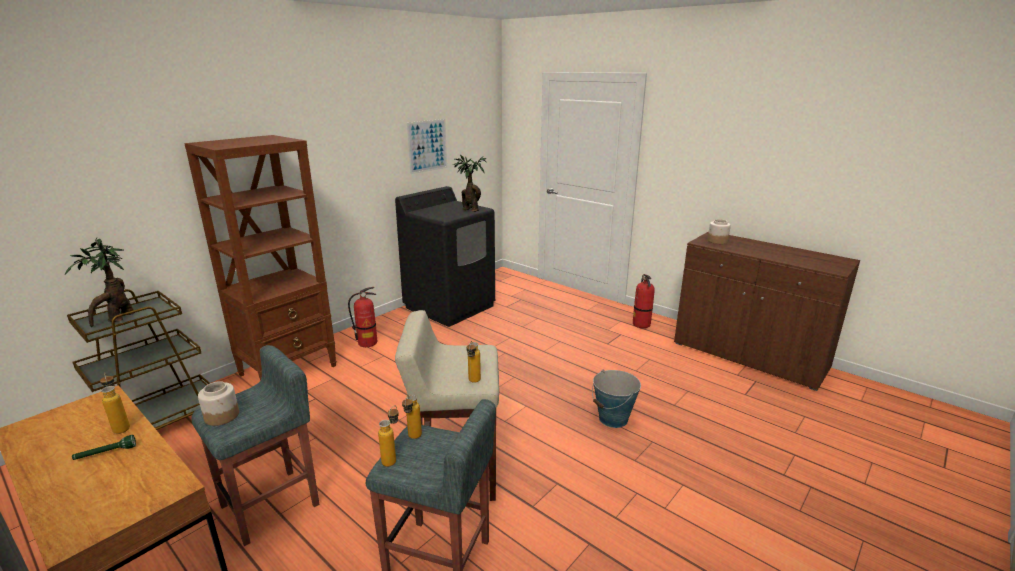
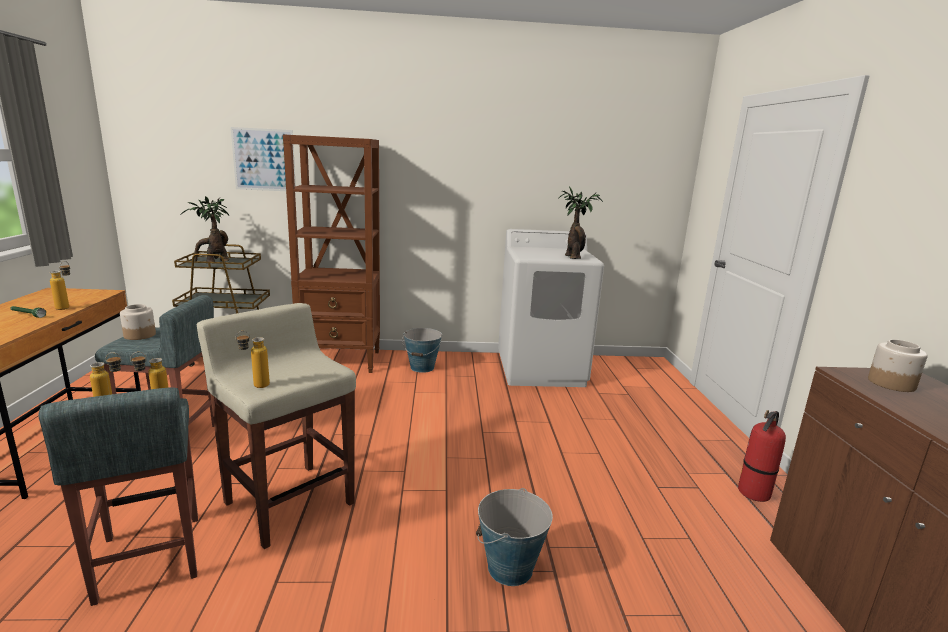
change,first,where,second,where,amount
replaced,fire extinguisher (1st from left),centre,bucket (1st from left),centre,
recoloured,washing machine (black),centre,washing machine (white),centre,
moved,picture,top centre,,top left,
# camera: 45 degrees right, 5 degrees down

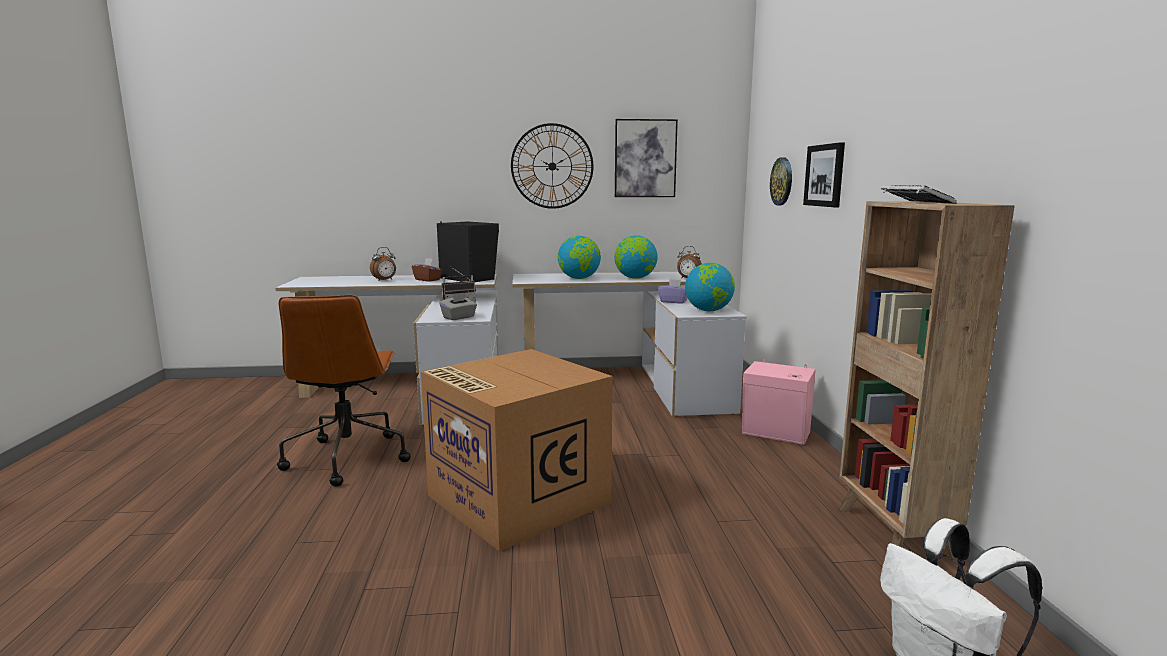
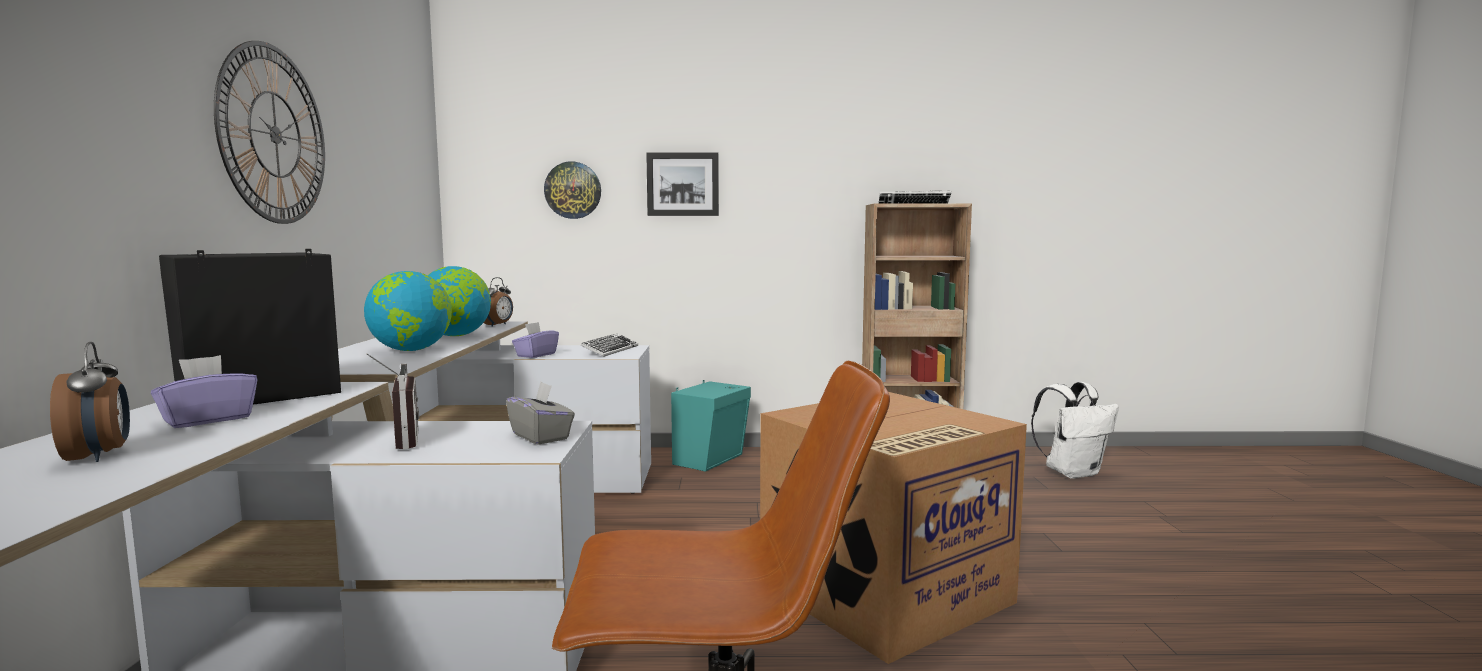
change,first,where,second,where,amount
recoloured,tissue box (brown),centre,tissue box (purple) (1st from left),middle left,
removed,picture (1st from left),top centre,,,
replaced,globe (3rd from left),centre,keyboard (1st from left),centre,
recoloured,speaker (pink),middle right,speaker (turquoise),centre,
# camera: 85 degrees left, 5 degrees down

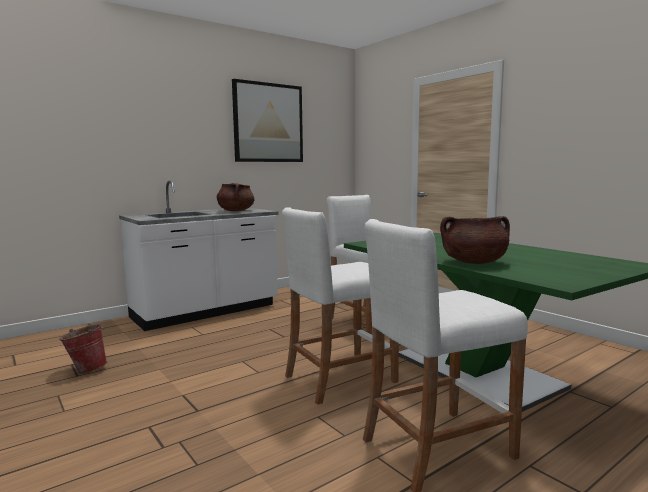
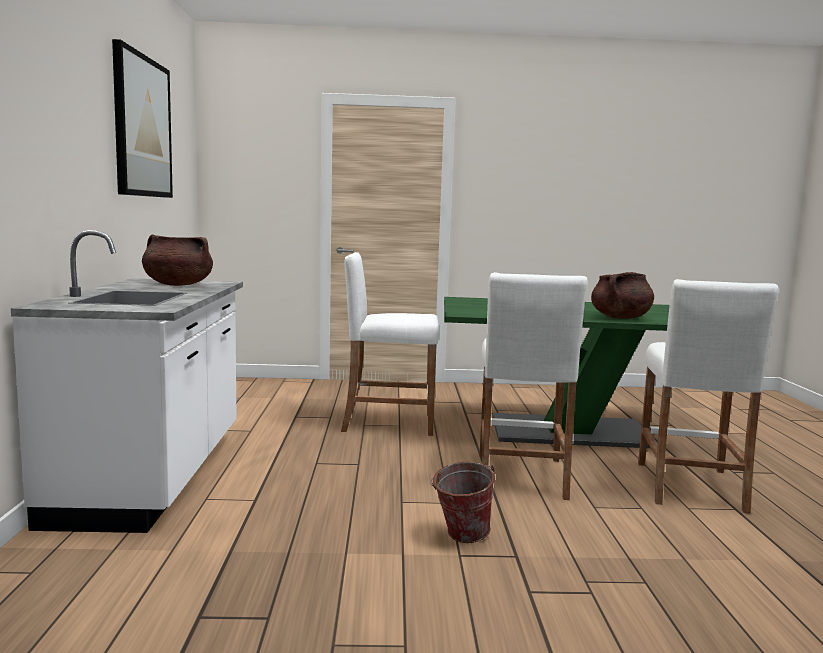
change,first,where,second,where,amount
moved,bucket,bottom left,,bottom centre,
# camera: 55 degrees left, 0 degrees up

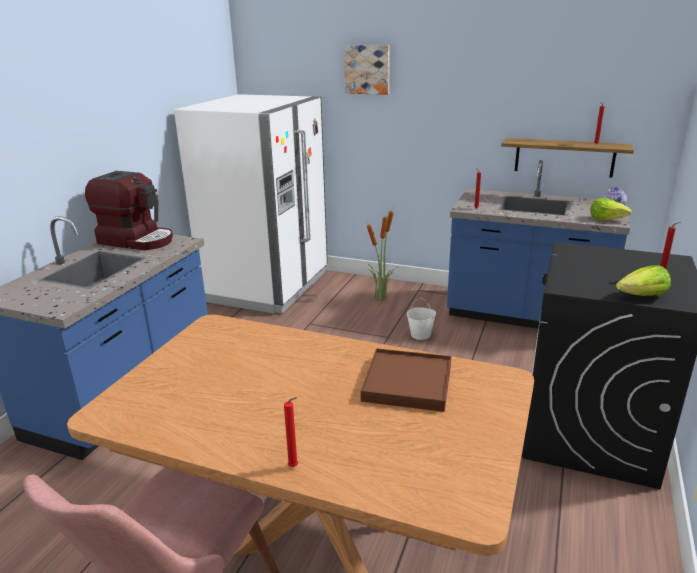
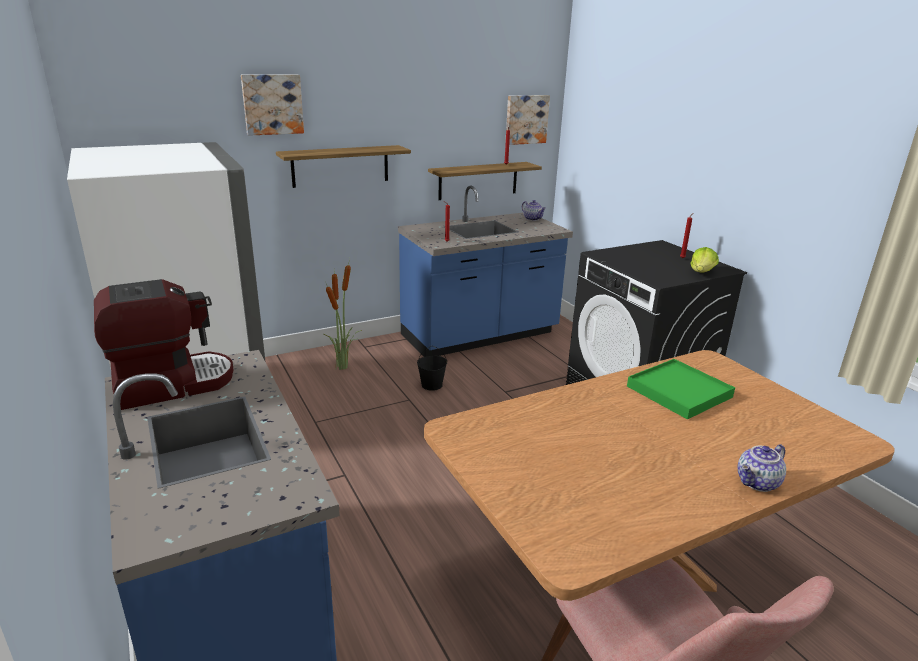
change,first,where,second,where,amount
replaced,candle (red) (1st from left),bottom centre,teapot (2nd from left),bottom right,
recoloured,tray (brown),centre,tray (green),middle right,
recoloured,bucket (white),centre,bucket (black),centre,
removed,lettuce (1st from left),middle right,,,
added,,,shelf (1st from left),top centre,
added,,,picture (2nd from left),top centre,
# camera: 50 degrees left, 0 degrees up

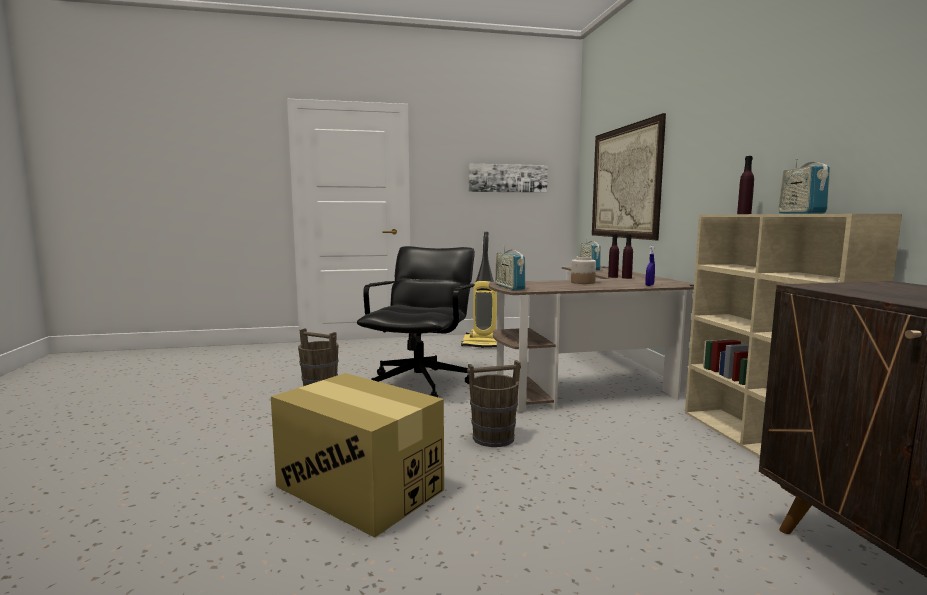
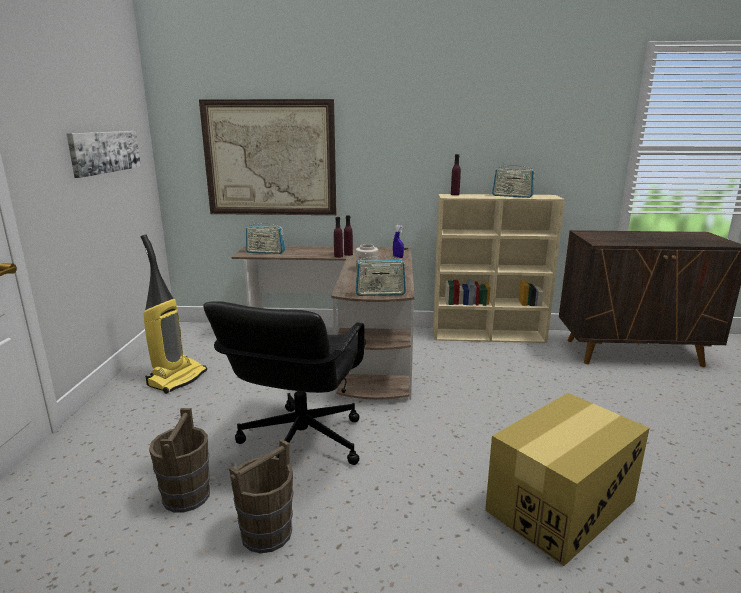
change,first,where,second,where,amount
turned,office chair (black),centre,,centre,105 degrees counterclockwise
moved,bucket (brown) (2nd from left in the first image),bottom centre,bucket (brown) (1st from left),bottom left,
# camera: 75 degrees left, 10 degrees up

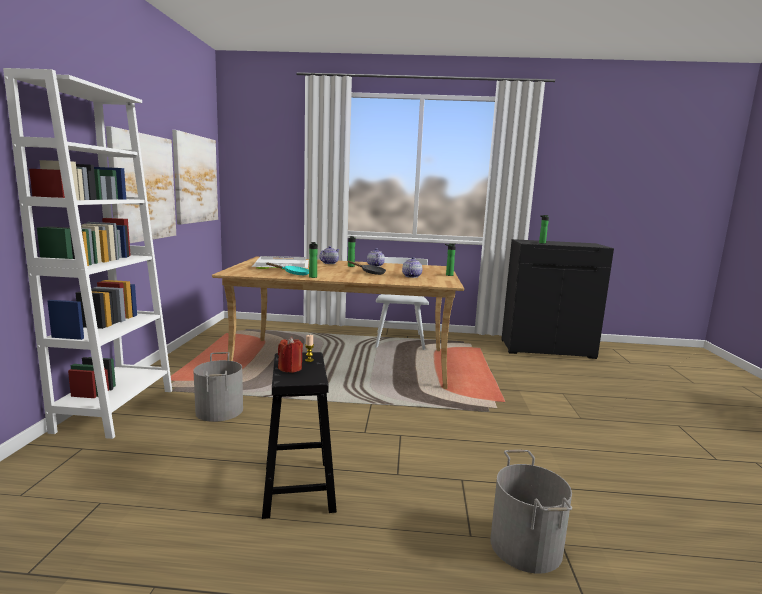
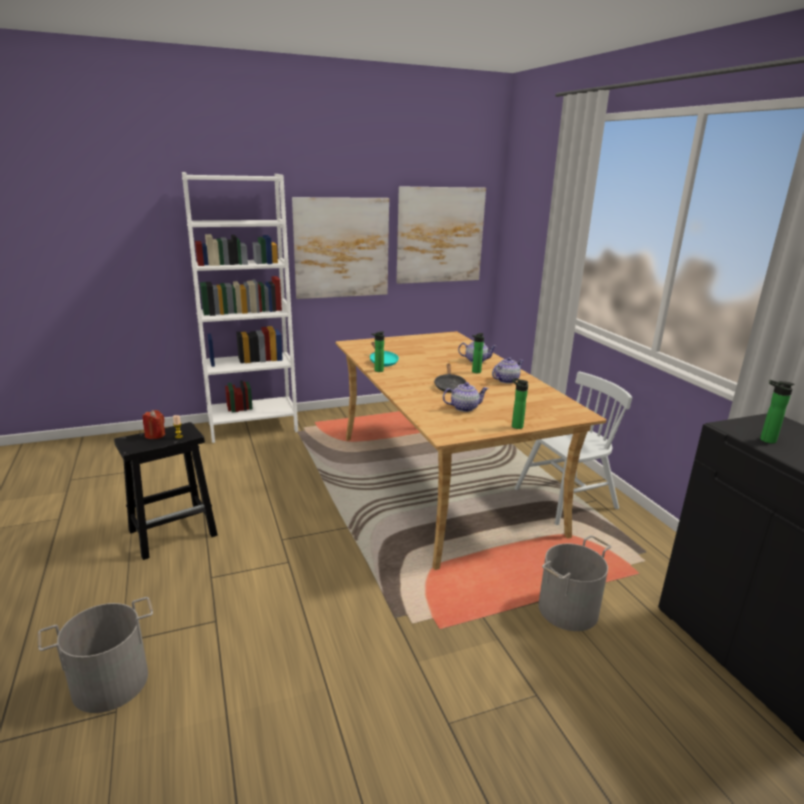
change,first,where,second,where,amount
moved,bucket (grey) (1st from left in the first image),middle left,bucket (grey) (2nd from left),bottom right,
removed,tray (white),centre,,,
# camera: 65 degrees right, 10 degrees up

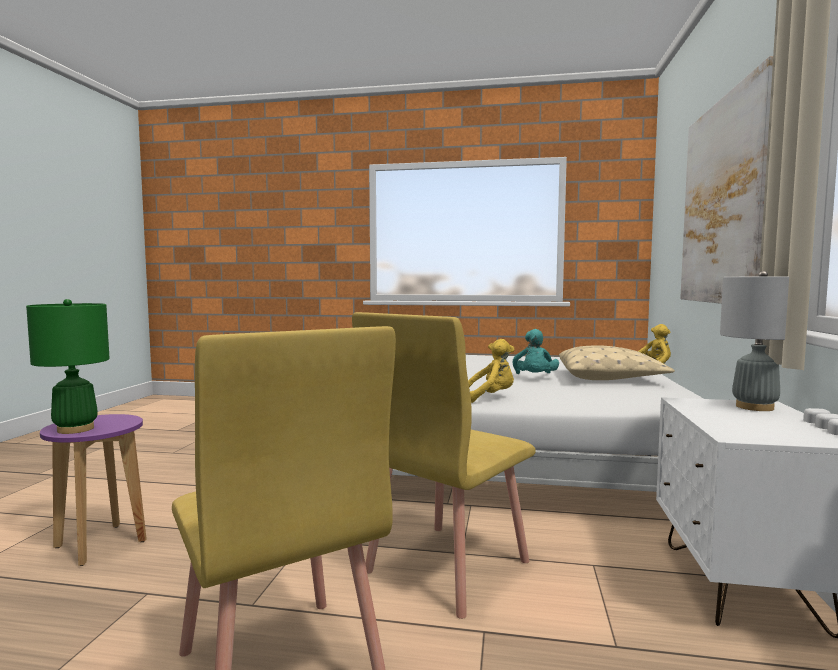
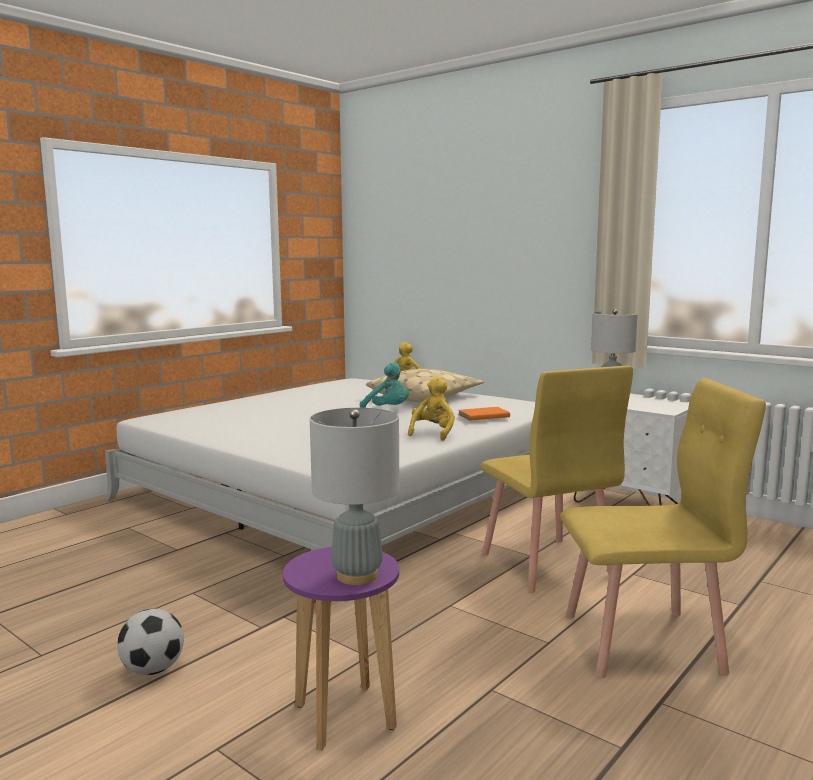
change,first,where,second,where,amount
recoloured,table lamp (green),middle left,table lamp (grey) (1st from left),centre,
removed,picture,top right,,,
added,,,football,bottom left,
added,,,book (orange),centre,
# camera: 60 degrees left, 5 degrees up

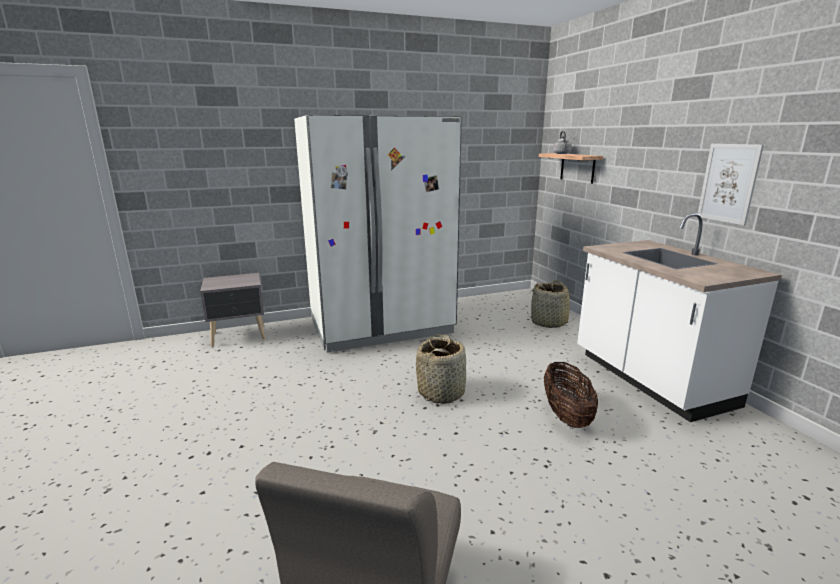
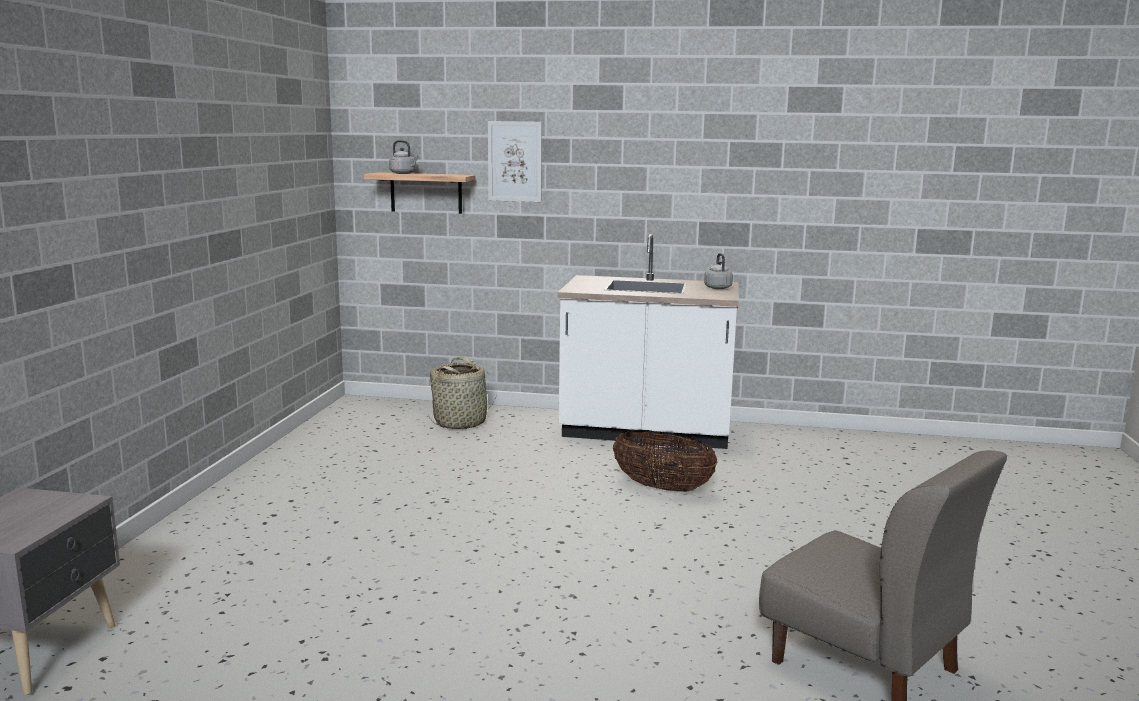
change,first,where,second,where,amount
removed,fridge (white),centre,,,
removed,basket (1st from left),centre,,,
moved,picture,top right,,top centre,
added,,,kettle (grey) (2nd from left),centre,
# camera: 60 degrees left, 5 degrees down

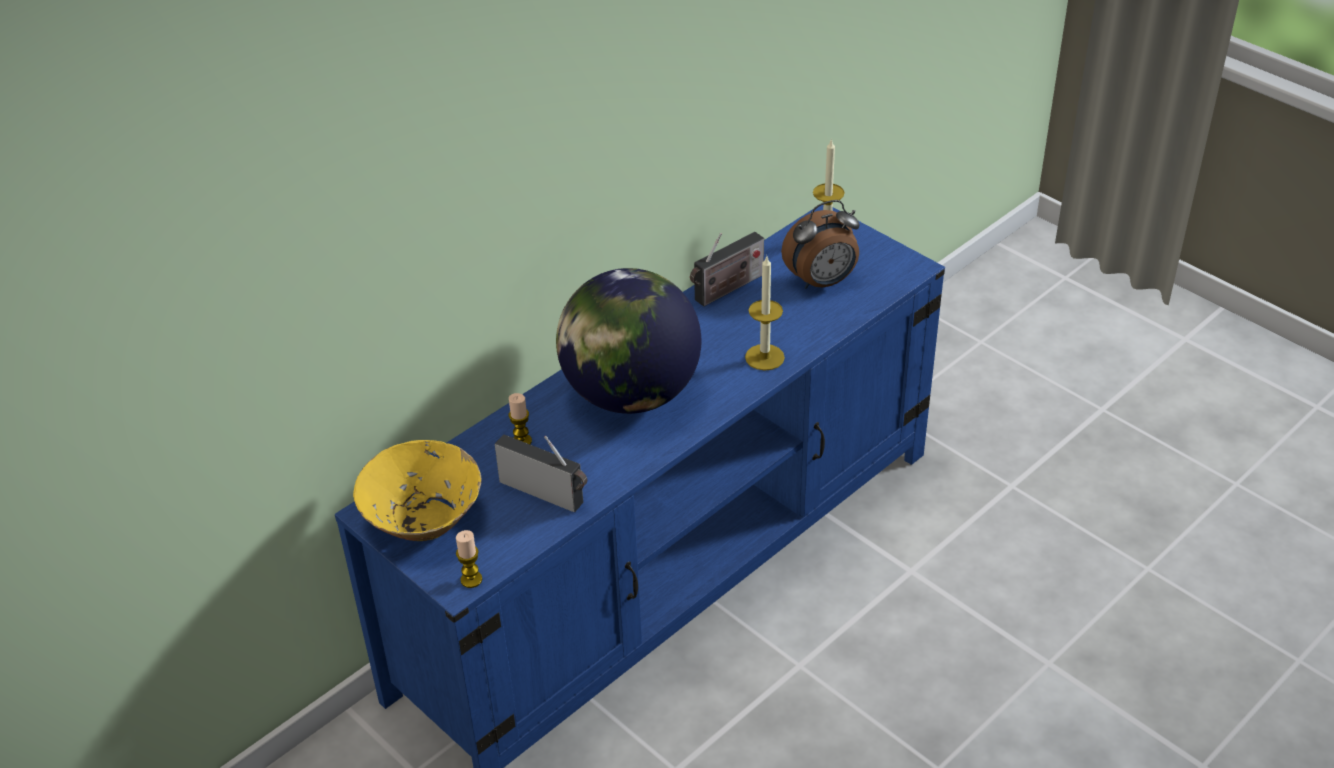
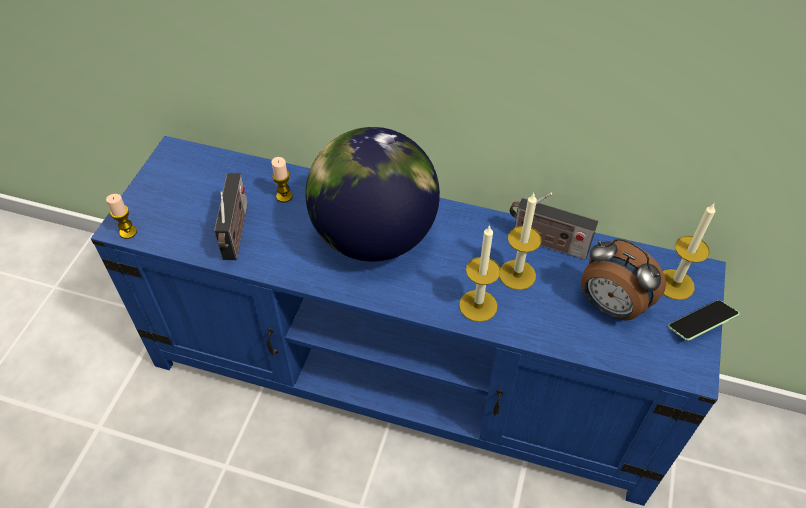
change,first,where,second,where,amount
removed,bowl (yellow),middle left,,,
added,,,candle (4th from left),centre,
added,,,phone,middle right,
# camera: 60 degrees right, 10 degrees up

